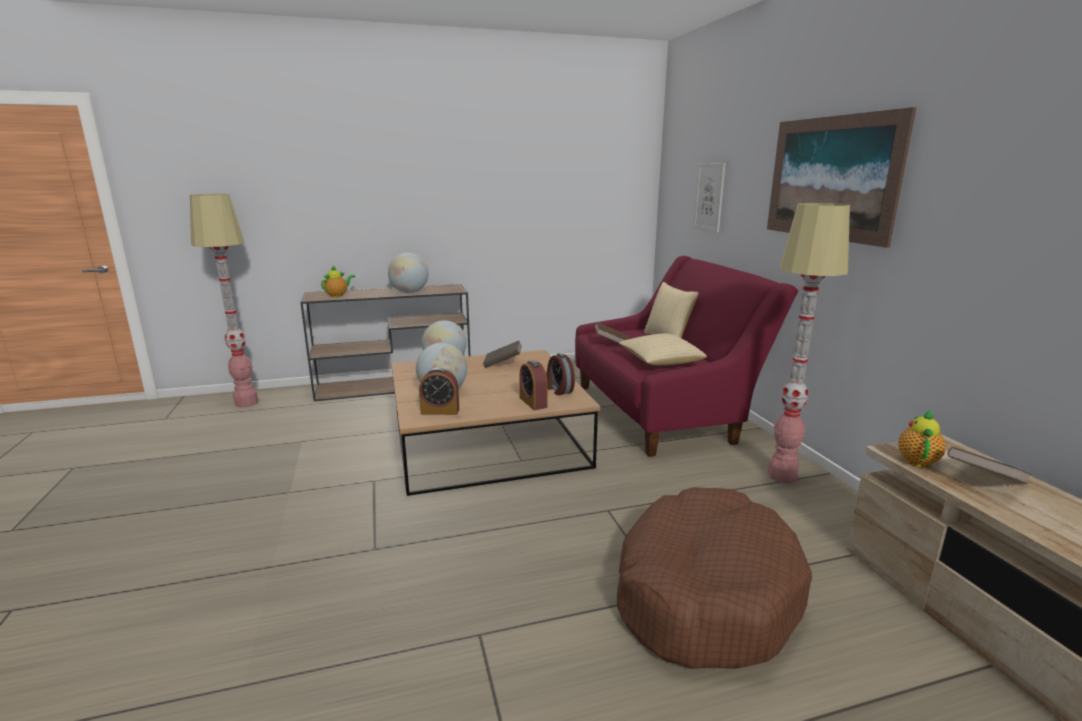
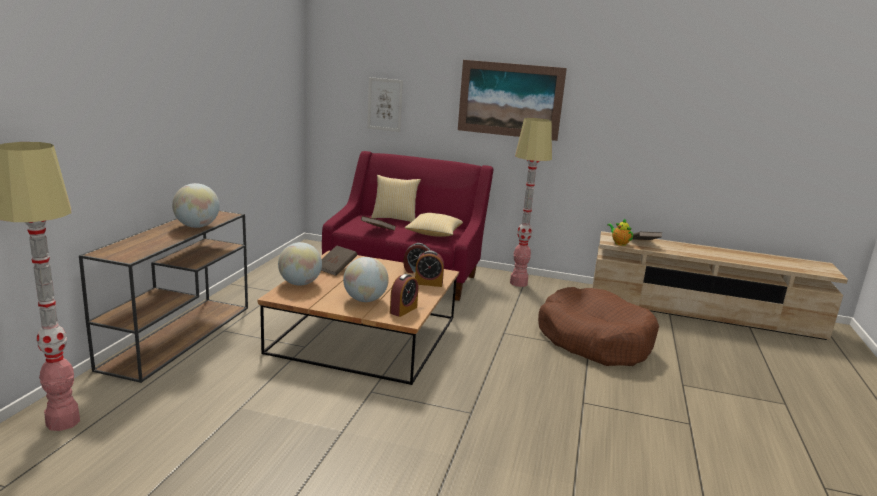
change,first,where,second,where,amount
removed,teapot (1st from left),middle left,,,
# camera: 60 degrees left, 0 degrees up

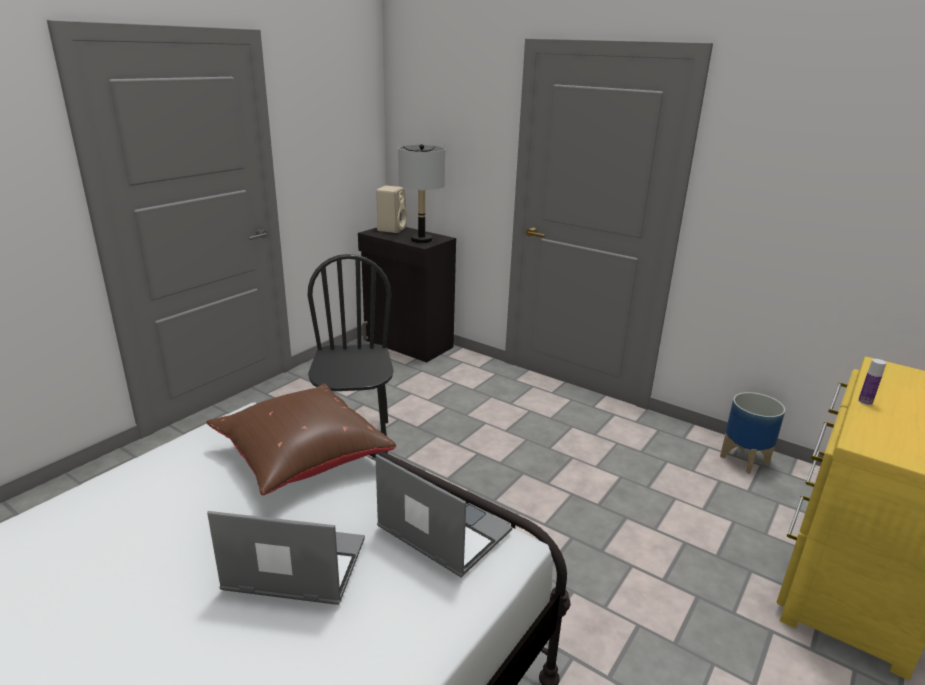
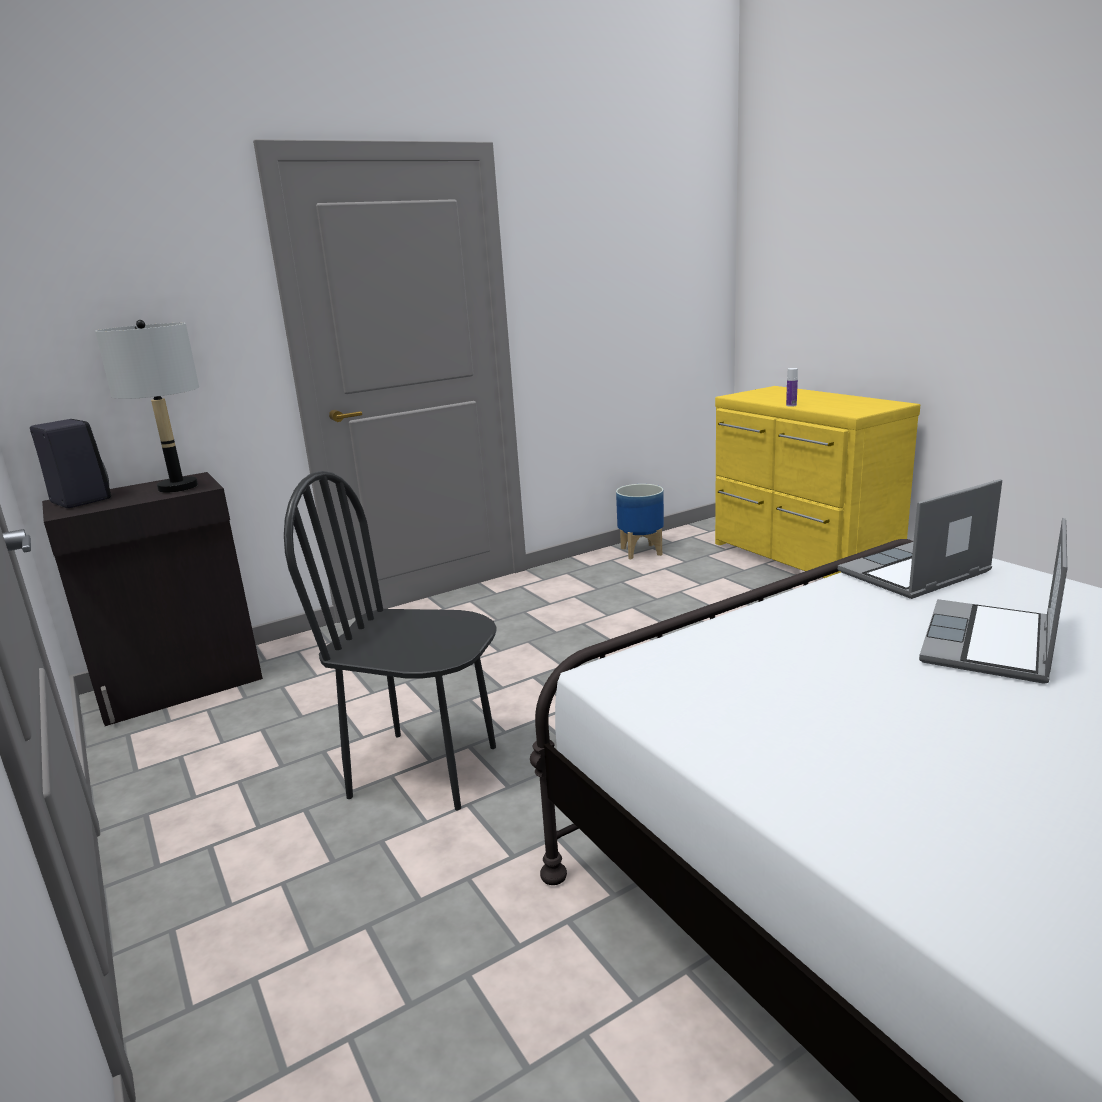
change,first,where,second,where,amount
removed,pillow (brown),middle left,,,
recoloured,speaker (beige),top centre,speaker (black),middle left,
# camera: 65 degrees left, 5 degrees down

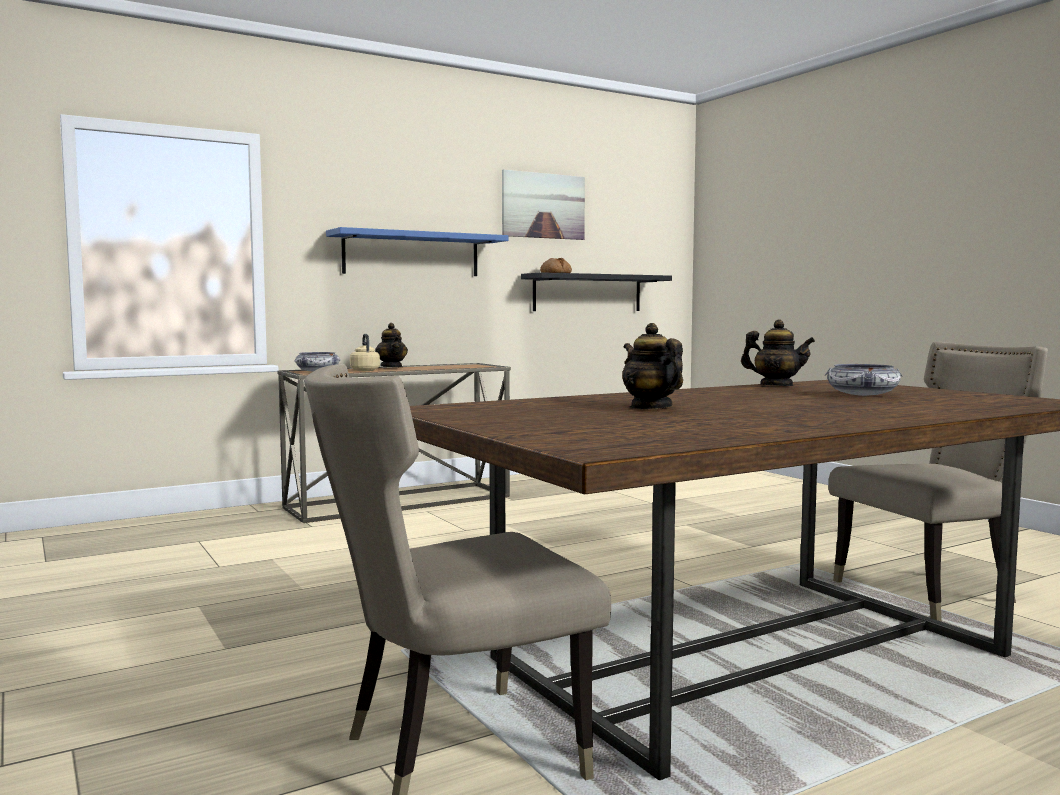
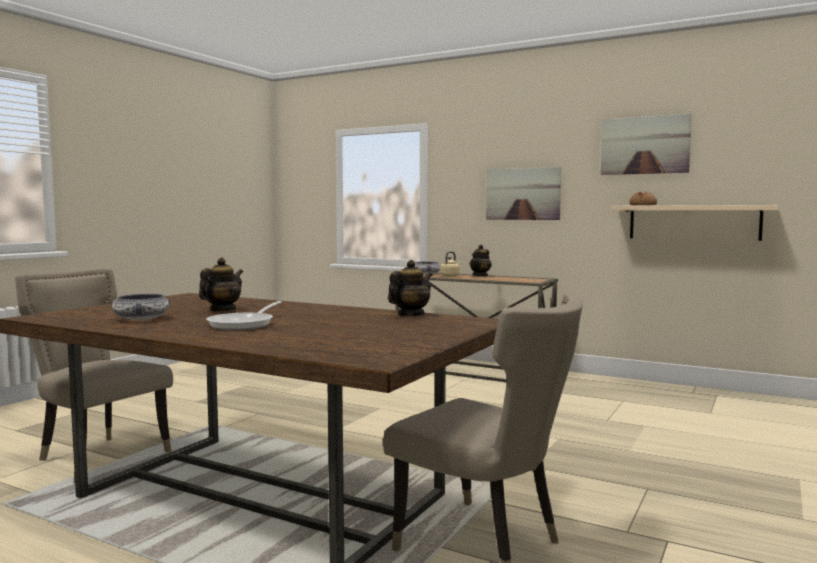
change,first,where,second,where,amount
replaced,shelf (blue),top centre,picture (1st from left),centre,
recoloured,shelf (black),centre,shelf (beige),middle right,
turned,teapot (3rd from left in the first image),middle right,teapot (2nd from left),centre,135 degrees counterclockwise
moved,bowl (2nd from left in the first image),middle right,bowl (1st from left),middle left,
added,,,frying pan,middle left,
# camera: 60 degrees right, 0 degrees up

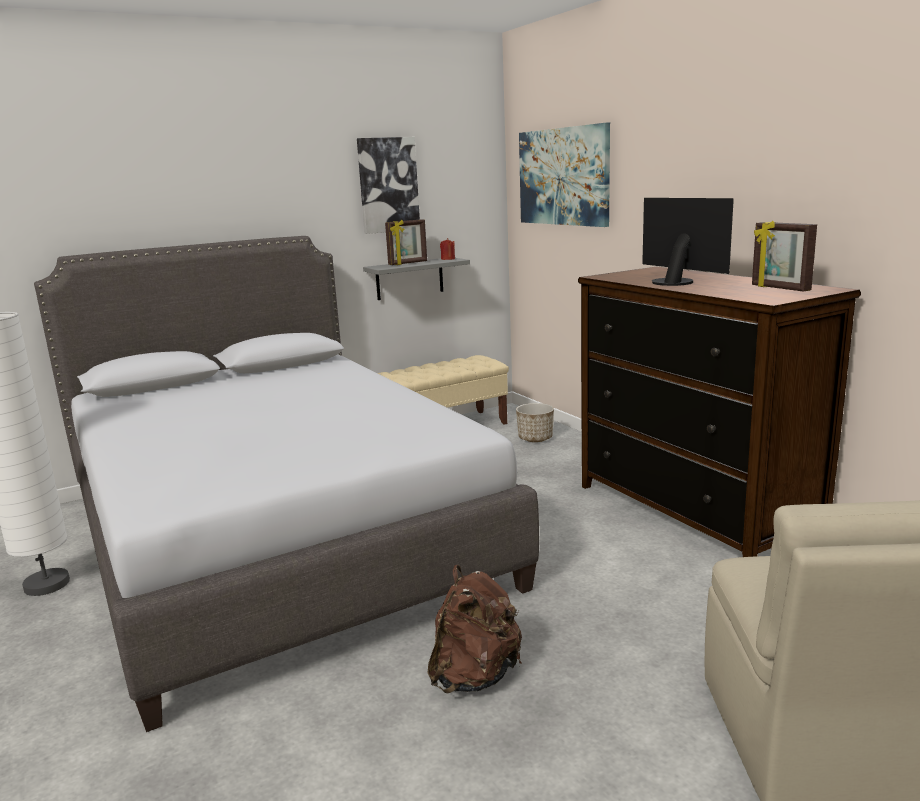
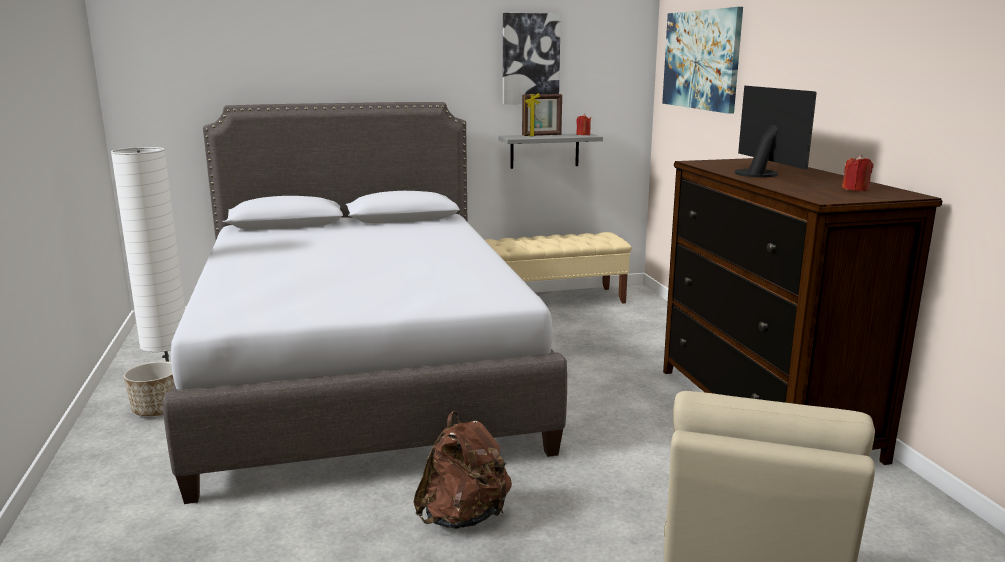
change,first,where,second,where,amount
moved,planter,centre,,bottom left,
replaced,picture frame (2nd from left),top right,candle (red) (2nd from left),top right,
# camera: 15 degrees right, 0 degrees up

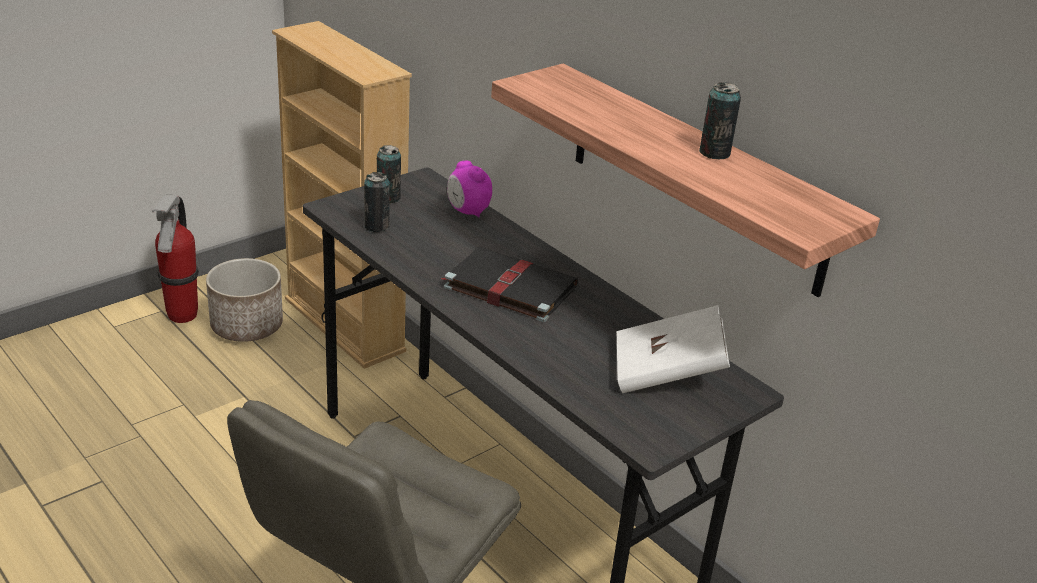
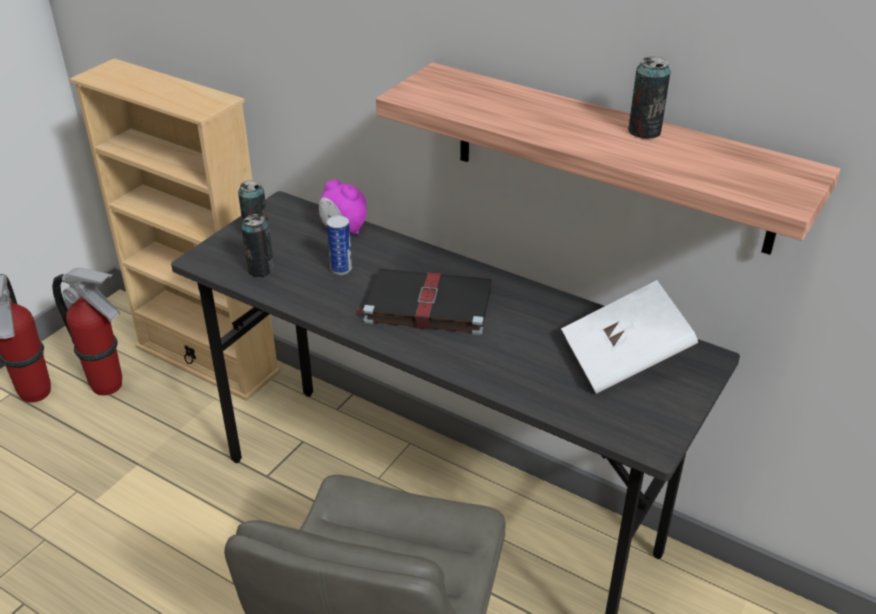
change,first,where,second,where,amount
replaced,planter,middle left,fire extinguisher (2nd from left),middle left,
added,,,can (3rd from left),centre,
# camera: 15 degrees left, 5 degrees up

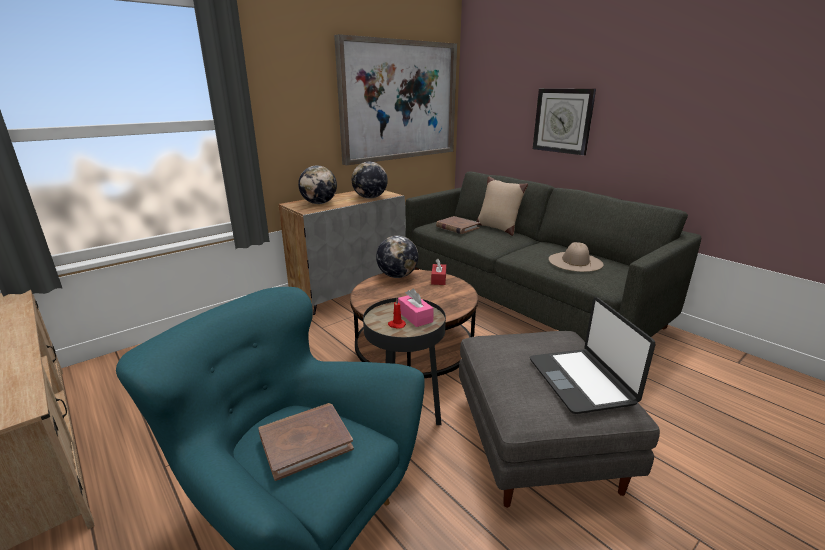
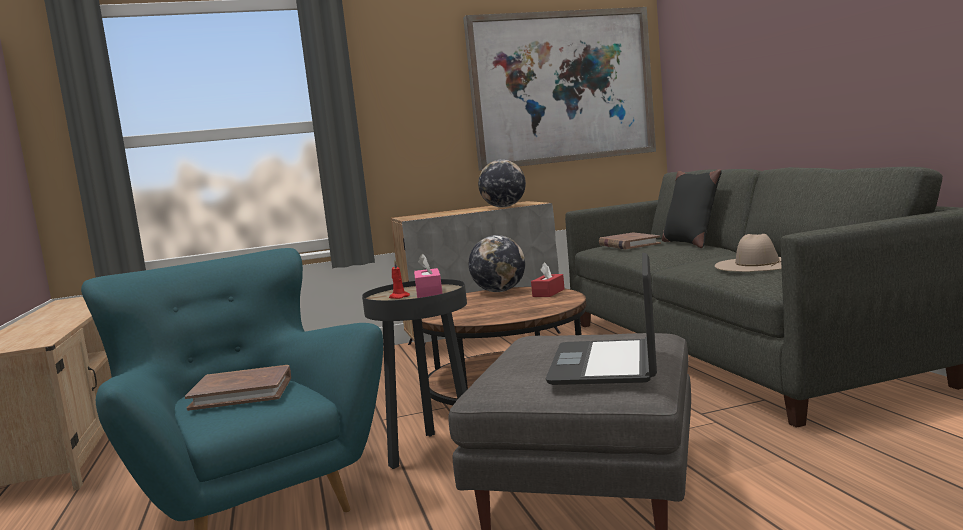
change,first,where,second,where,amount
removed,globe (1st from left),centre,,,
recoloured,pillow (beige),centre,pillow (black),middle right,
removed,wall clock,top right,,,
# camera: 25 degrees right, 15 degrees down

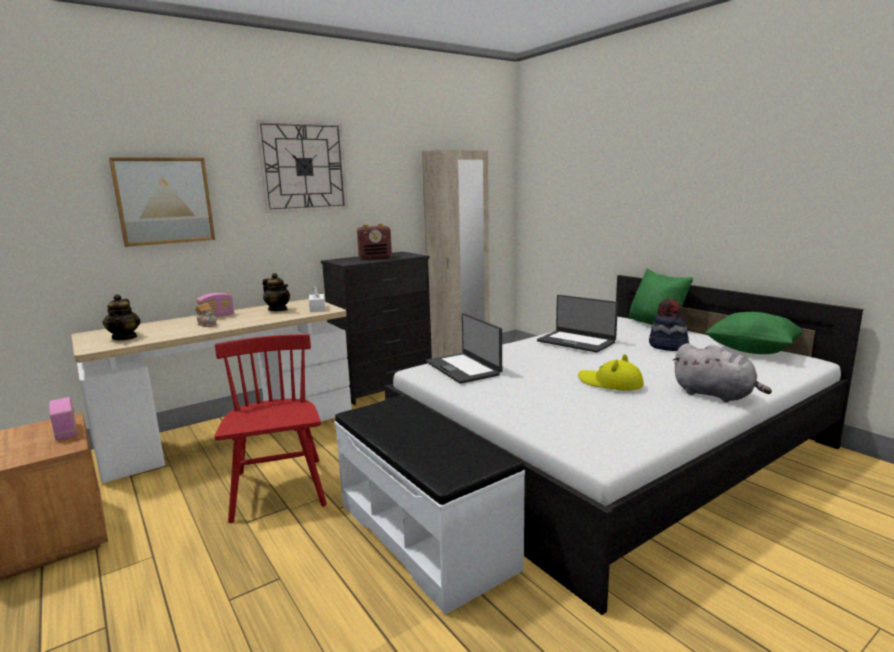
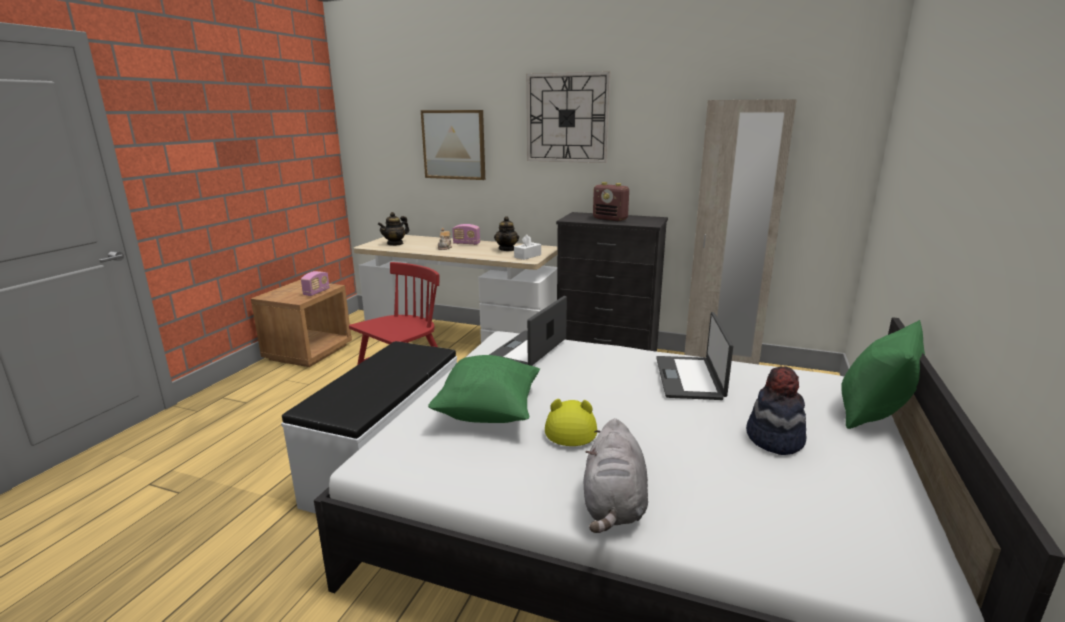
change,first,where,second,where,amount
moved,pillow (green) (2nd from left in the first image),middle right,pillow (green) (1st from left),centre,
# camera: 55 degrees right, 5 degrees up

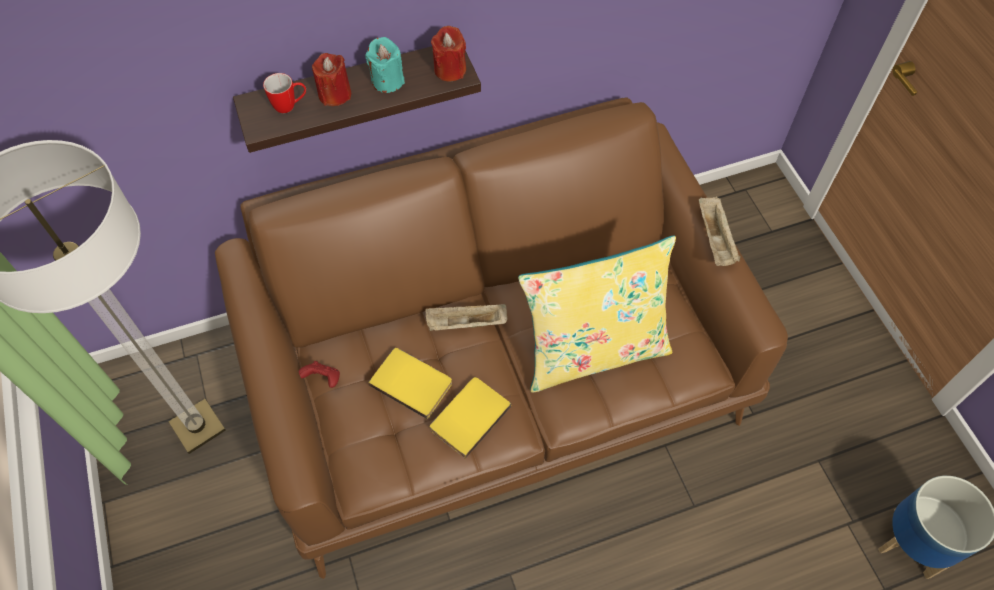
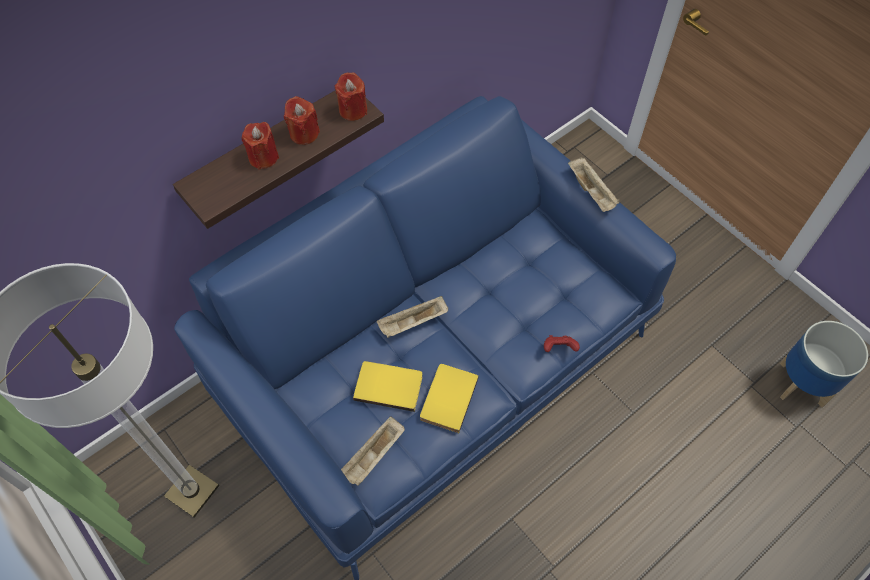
change,first,where,second,where,amount
recoloured,sofa (brown),centre,sofa (blue),centre,
removed,mug,top left,,,
moved,game controller (red),middle left,,centre,
recoloured,candle (turquoise),top centre,candle (red) (2nd from left),top centre,
removed,pillow (yellow),centre,,,
added,,,tray (beige) (1st from left),bottom centre,
# camera: 20 degrees left, 0 degrees up

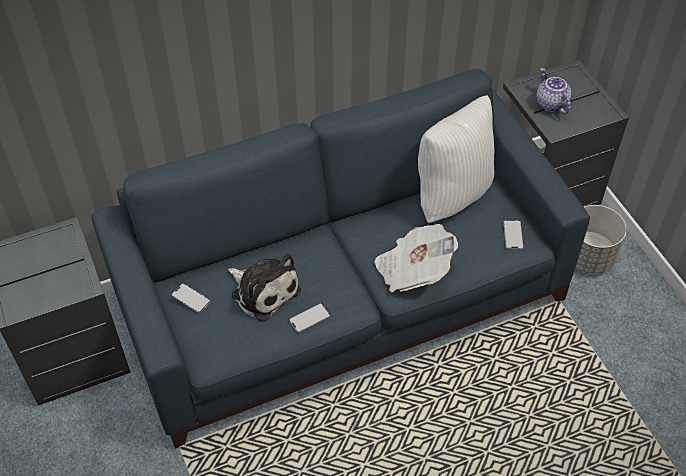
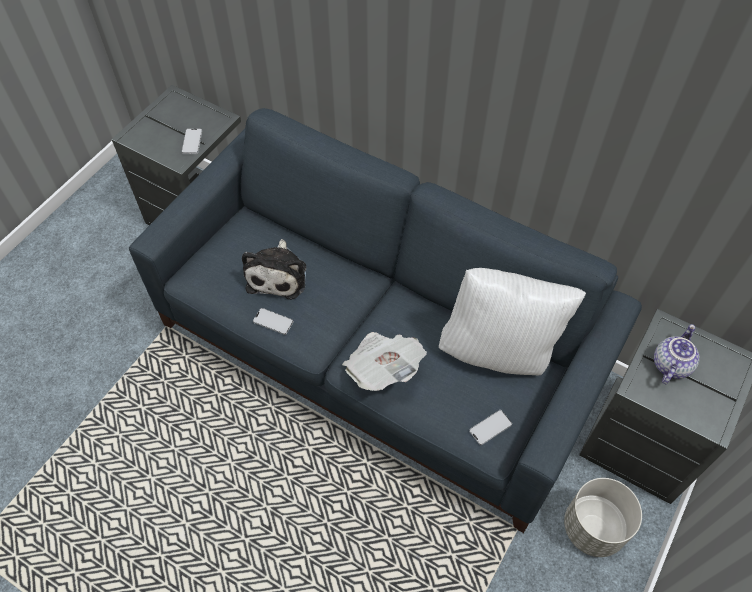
change,first,where,second,where,amount
moved,phone (1st from left),middle left,,top left,
# camera: 55 degrees right, 5 degrees up

